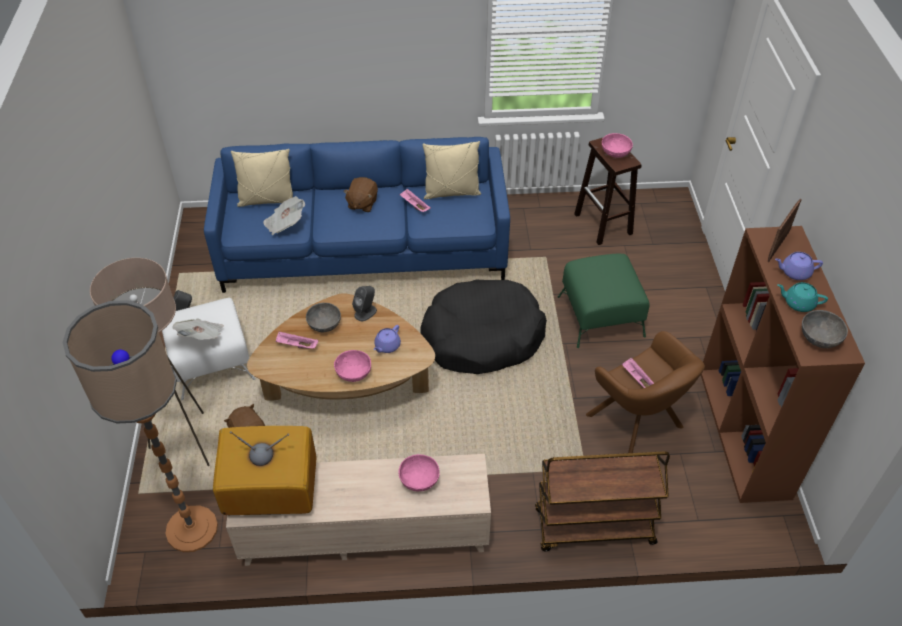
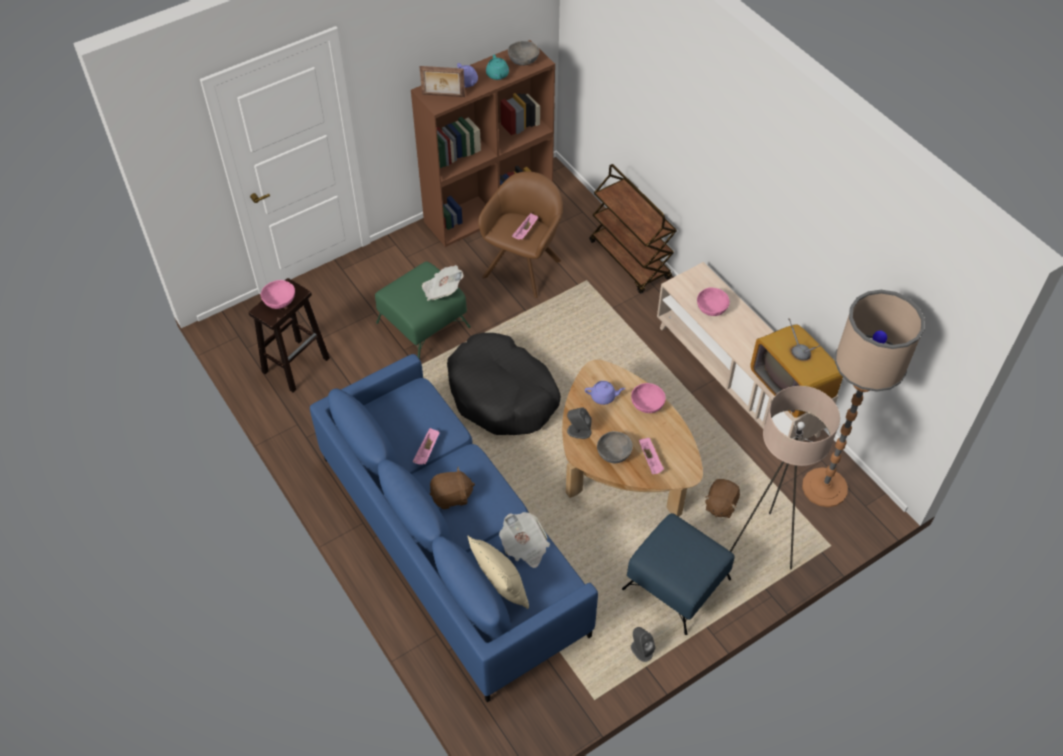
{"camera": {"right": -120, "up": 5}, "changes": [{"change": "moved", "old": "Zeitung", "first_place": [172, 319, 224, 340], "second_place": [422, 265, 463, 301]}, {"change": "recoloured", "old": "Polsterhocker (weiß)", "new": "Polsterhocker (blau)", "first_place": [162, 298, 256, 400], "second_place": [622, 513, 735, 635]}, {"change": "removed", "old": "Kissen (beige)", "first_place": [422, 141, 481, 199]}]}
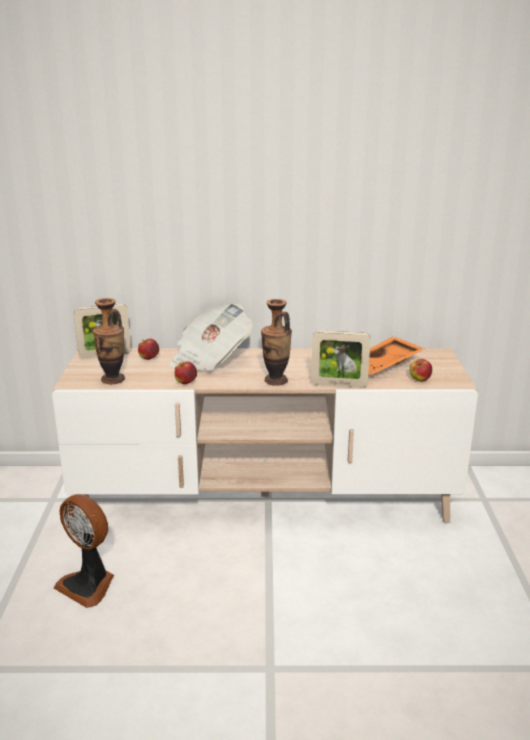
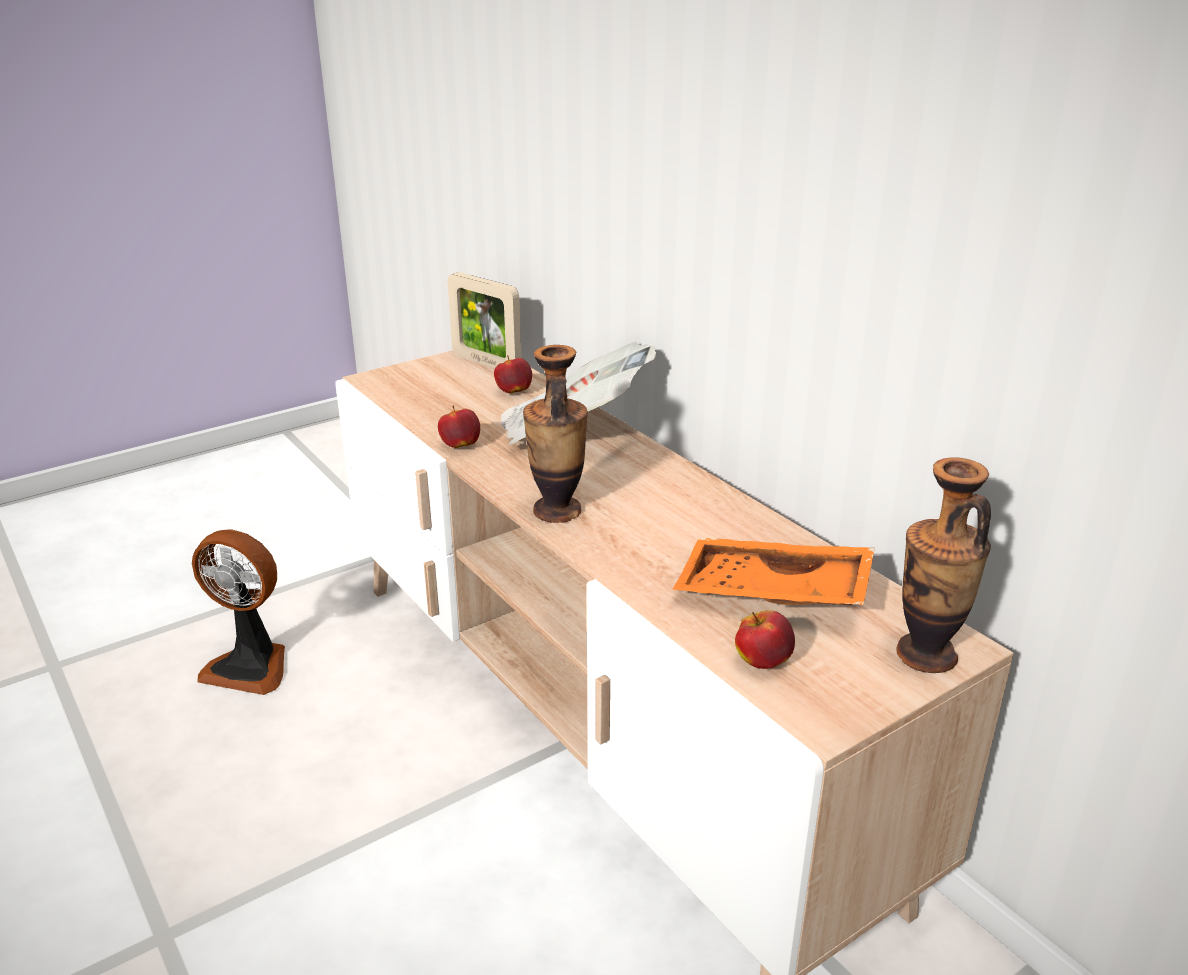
{"camera": {"right": 55, "up": 5}, "changes": [{"change": "turned", "old": "Ventilator", "first_place": [54, 494, 114, 608], "second_place": [192, 530, 285, 695], "degrees": -75}, {"change": "moved", "old": "Vase", "first_place": [93, 298, 125, 384], "second_place": [897, 457, 991, 673]}, {"change": "removed", "old": "Bilderrahmen", "first_place": [311, 330, 371, 388]}]}
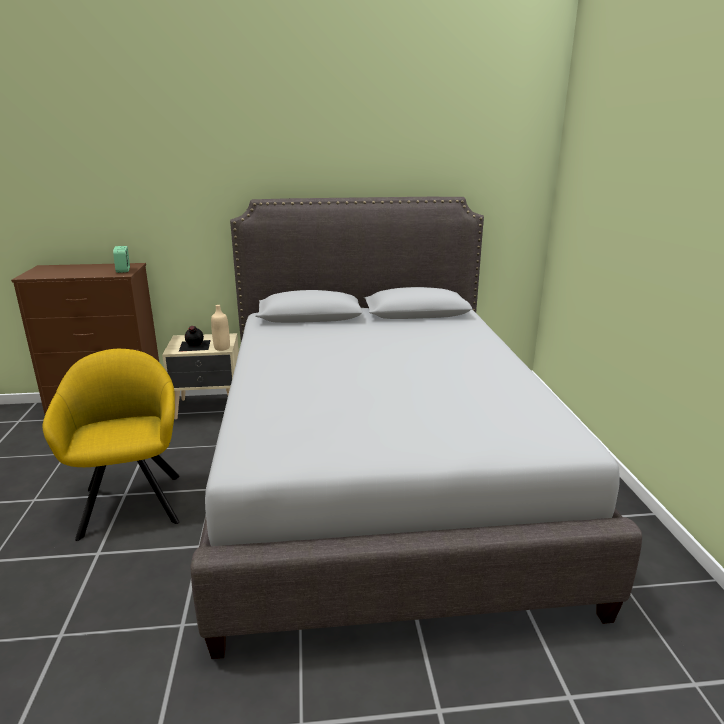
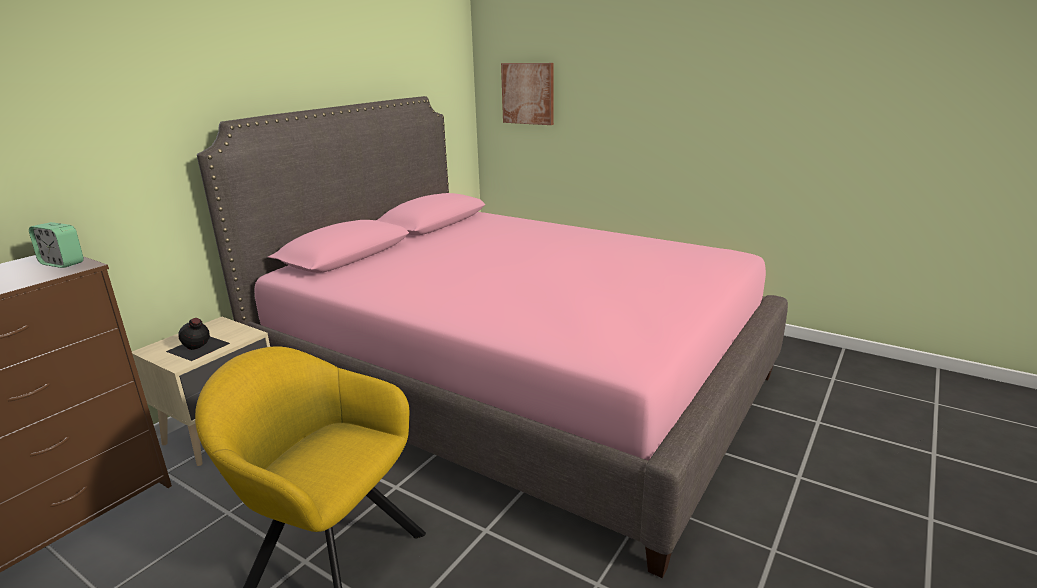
{"camera": {"right": -50, "up": 0}, "changes": [{"change": "recoloured", "old": "Bett (grau)", "new": "Bett (rosa)", "first_place": [190, 197, 642, 659], "second_place": [197, 96, 788, 578]}, {"change": "added", "new": "Bild", "second_place": [501, 63, 554, 125]}, {"change": "removed", "old": "Flasche (beige)", "first_place": [211, 305, 230, 351]}]}
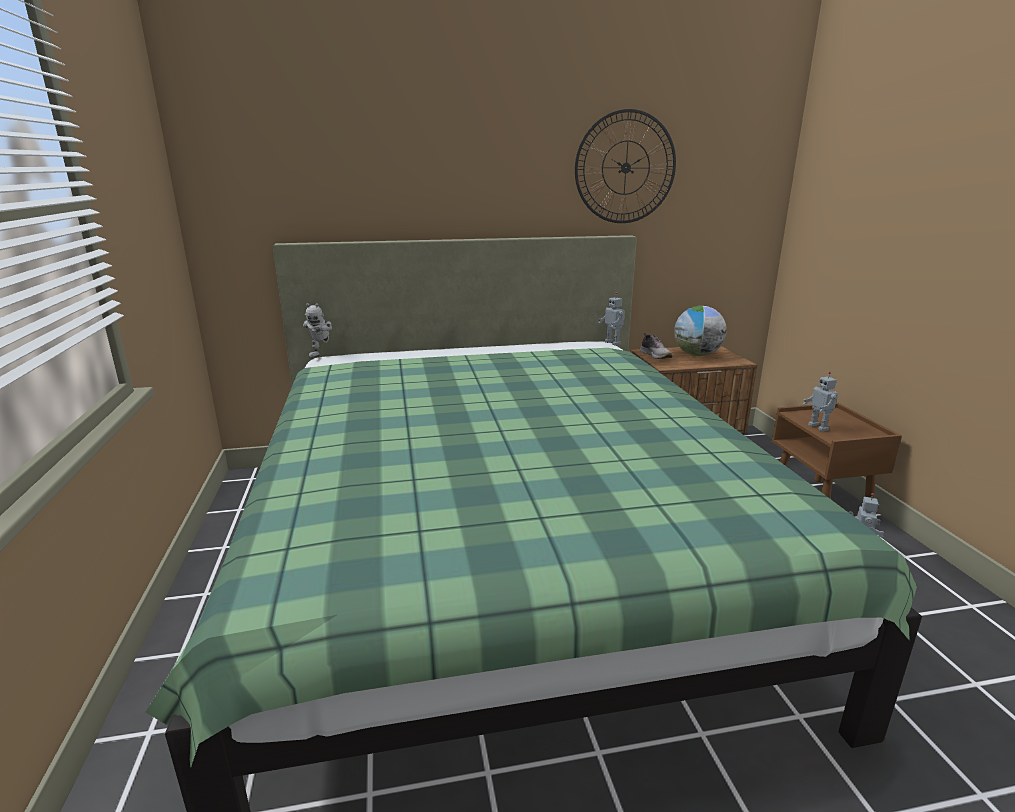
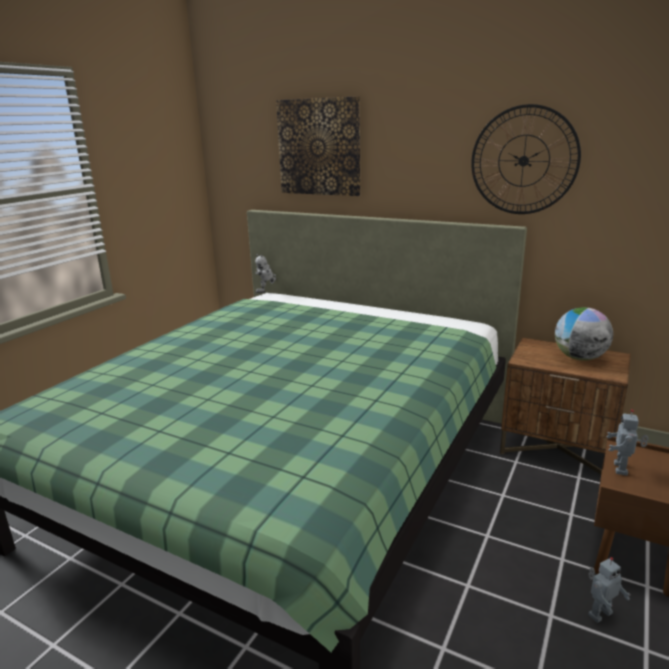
{"camera": {"right": 40, "up": 0}, "changes": [{"change": "added", "new": "Bild", "second_place": [276, 96, 361, 196]}, {"change": "removed", "old": "Spielzeugroboter", "first_place": [598, 292, 625, 346]}, {"change": "removed", "old": "Schuh", "first_place": [640, 333, 673, 359]}]}
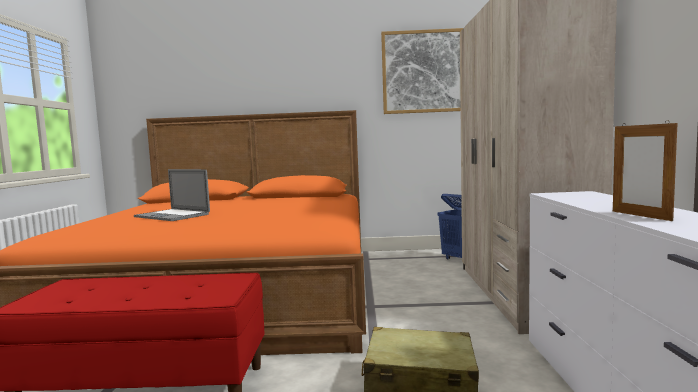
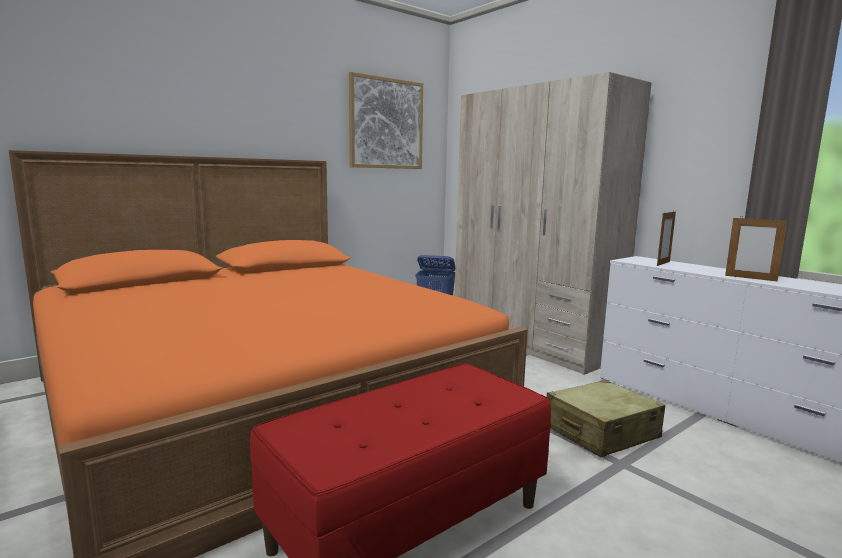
{"camera": {"right": -40, "up": 5}, "changes": [{"change": "added", "new": "Bilderrahmen", "second_place": [657, 211, 676, 266]}, {"change": "removed", "old": "Laptop", "first_place": [134, 169, 210, 221]}]}
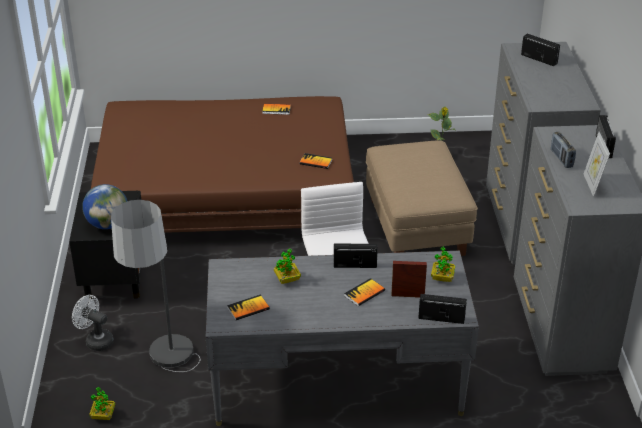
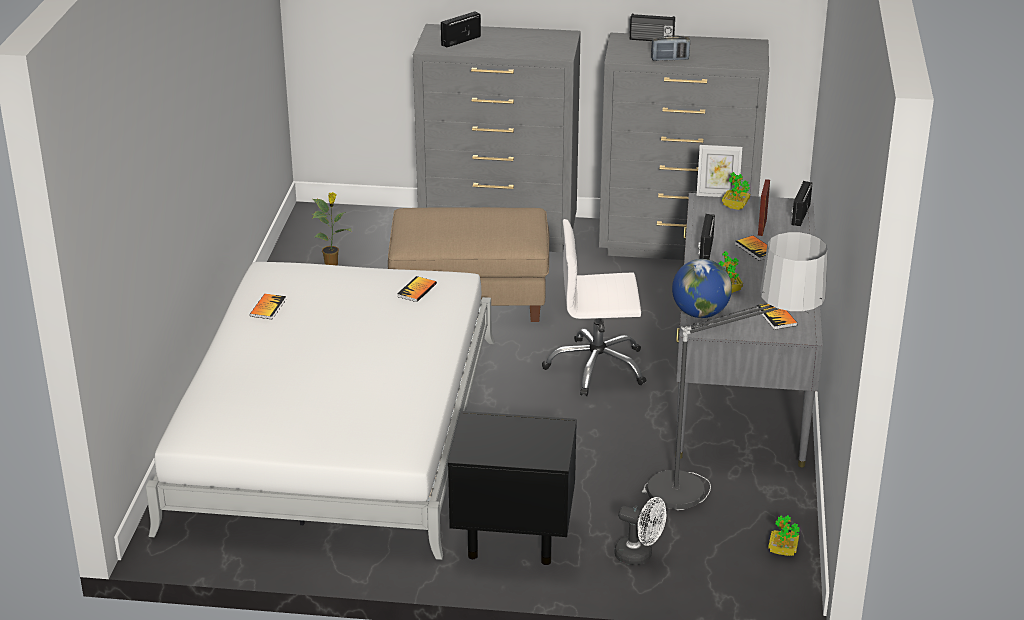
{"camera": {"right": -80, "up": -5}, "changes": [{"change": "recoloured", "old": "Bett (braun)", "new": "Bett (weiß)", "first_place": [91, 96, 354, 233], "second_place": [146, 262, 495, 560]}, {"change": "turned", "old": "Ventilator (weiß)", "first_place": [72, 295, 114, 351], "second_place": [615, 497, 666, 565], "degrees": -105}, {"change": "moved", "old": "Globus", "first_place": [82, 184, 127, 229], "second_place": [672, 259, 732, 318]}, {"change": "moved", "old": "Bilderrahmen", "first_place": [583, 132, 610, 197], "second_place": [697, 145, 742, 197]}]}
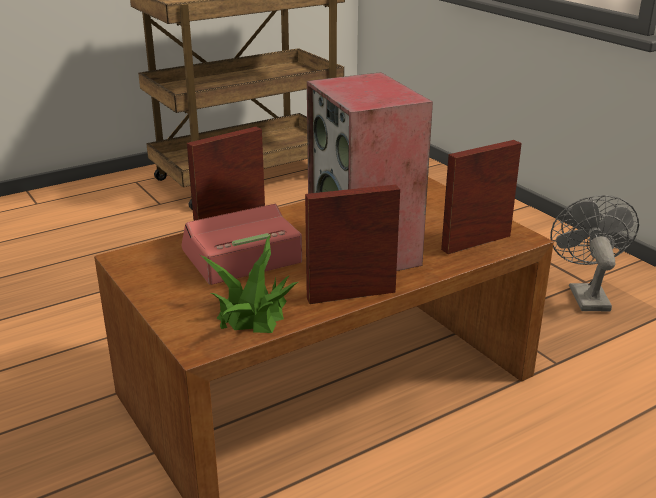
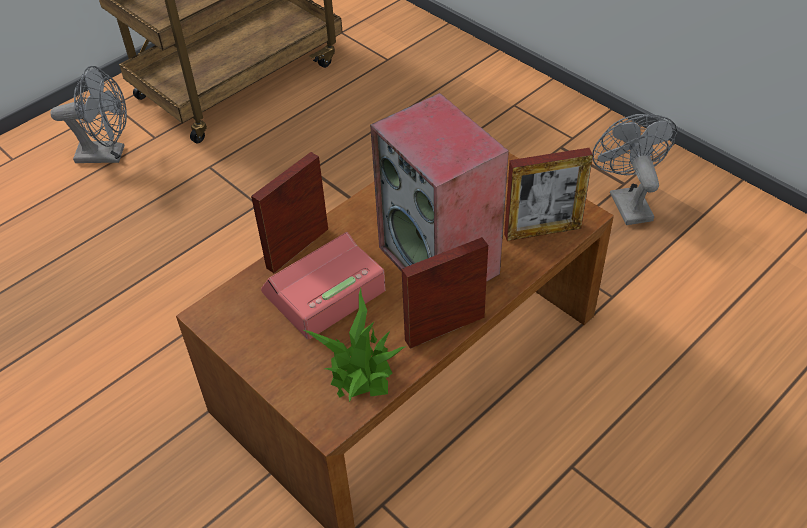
{"camera": {"right": -10, "up": 20}, "changes": [{"change": "added", "new": "Ventilator (grau)", "second_place": [50, 66, 127, 163]}, {"change": "turned", "old": "Bilderrahmen", "first_place": [441, 140, 522, 254], "second_place": [504, 148, 593, 241], "degrees": -150}]}
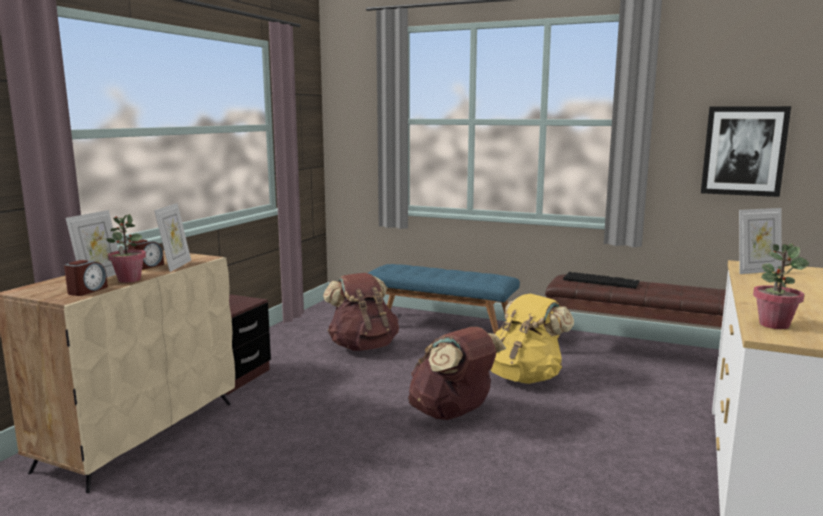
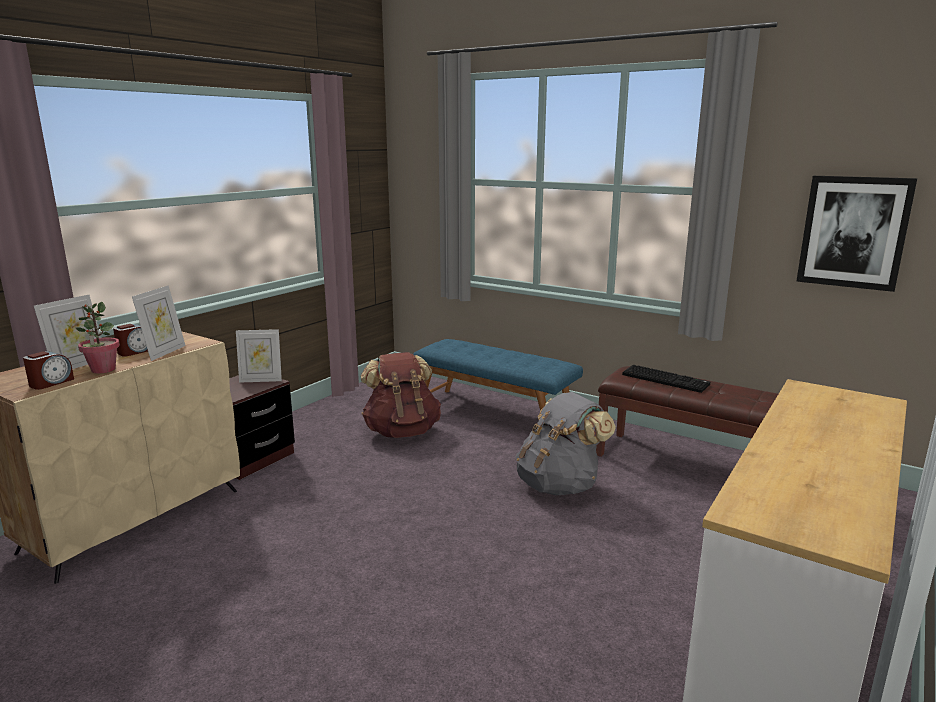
{"camera": {"right": 10, "up": 5}, "changes": [{"change": "moved", "old": "Bilderrahmen", "first_place": [739, 208, 782, 274], "second_place": [236, 329, 282, 383]}, {"change": "recoloured", "old": "Rucksack (gelb)", "new": "Rucksack (grau)", "first_place": [491, 294, 574, 384], "second_place": [515, 392, 616, 496]}, {"change": "removed", "old": "Rucksack (braun)", "first_place": [408, 327, 506, 420]}, {"change": "removed", "old": "Topfpflanze", "first_place": [753, 244, 809, 329]}]}
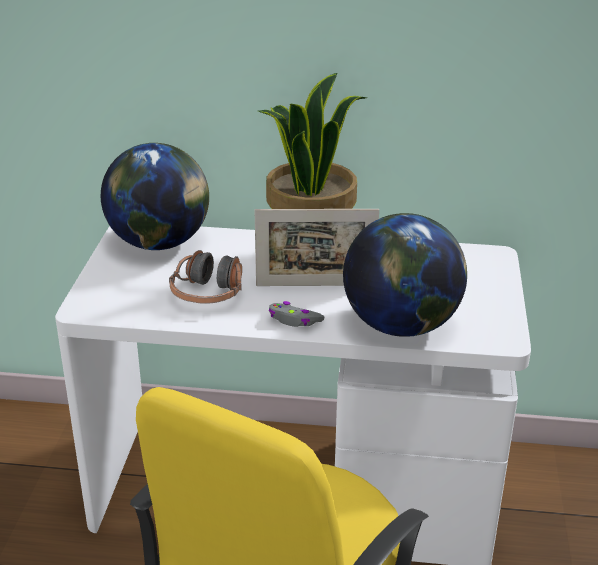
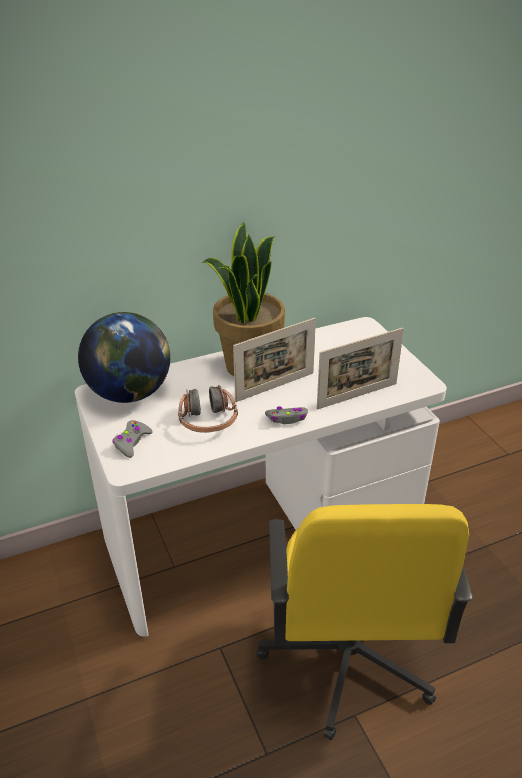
{"camera": {"right": -30, "up": 5}, "changes": [{"change": "added", "new": "Gamepad (grau)", "second_place": [113, 420, 153, 458]}, {"change": "replaced", "old": "Globus", "new": "Bilderrahmen", "first_place": [343, 213, 467, 337], "second_place": [317, 328, 404, 410]}]}
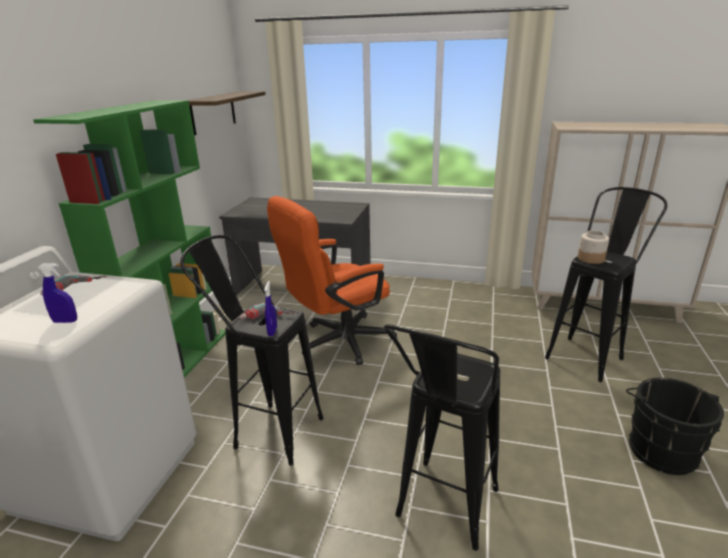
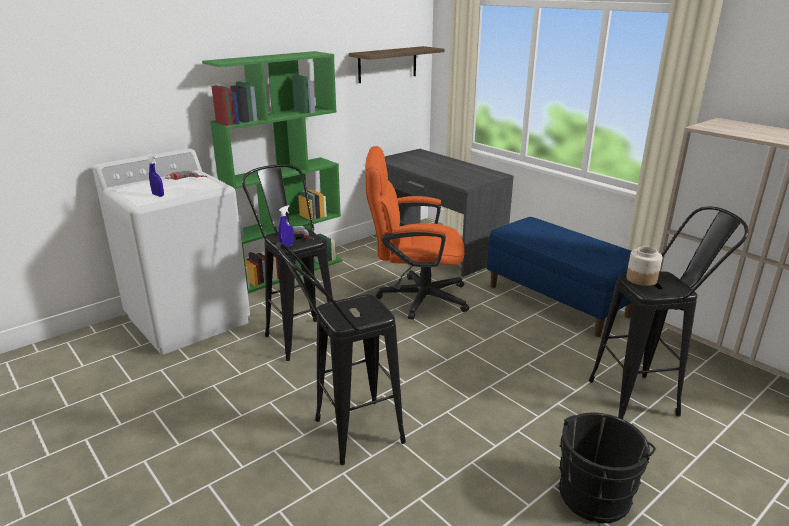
{"camera": {"right": 35, "up": 0}, "changes": [{"change": "added", "new": "Bank (blau)", "second_place": [487, 217, 633, 337]}]}
